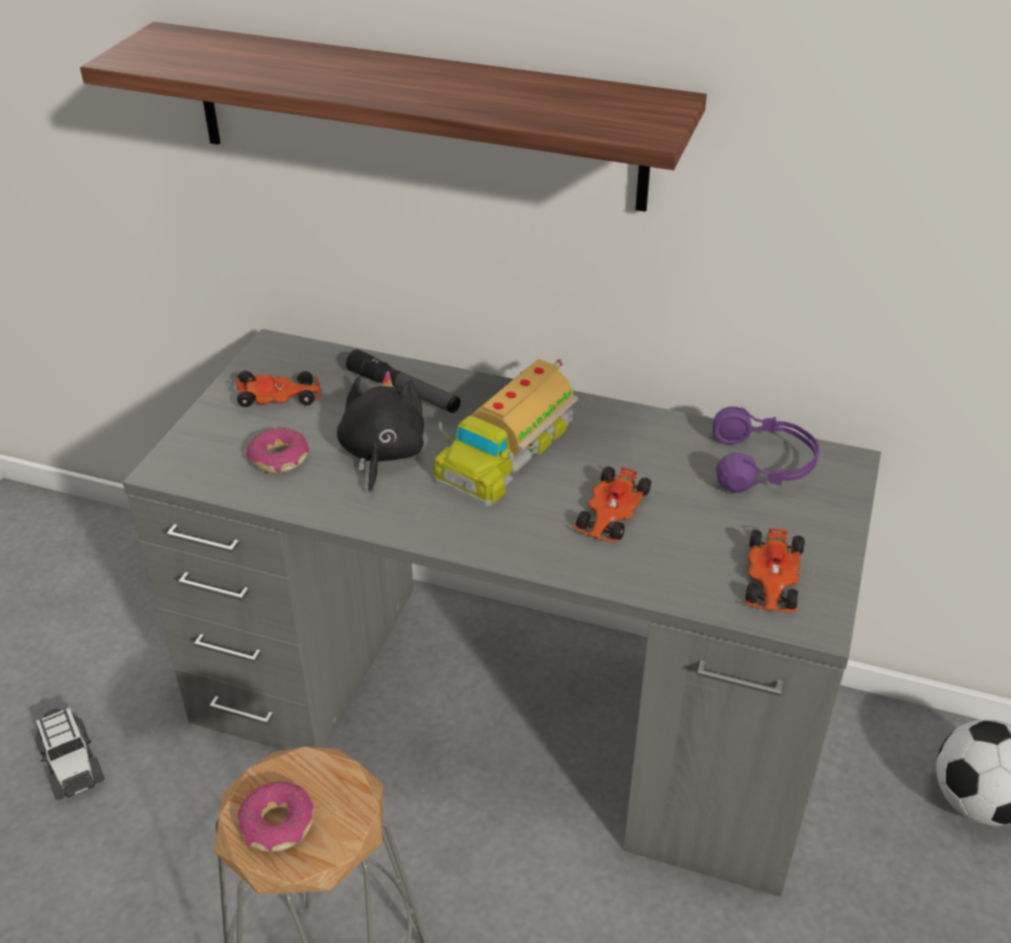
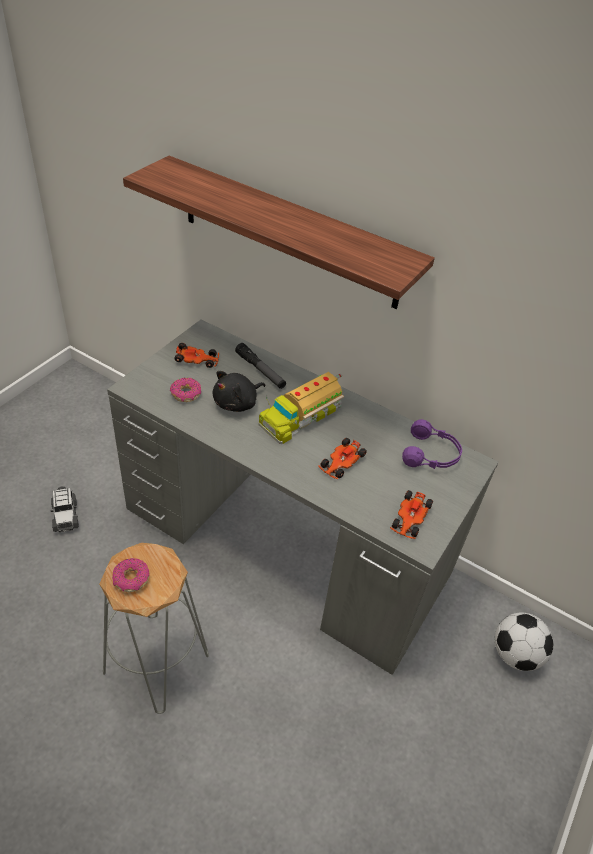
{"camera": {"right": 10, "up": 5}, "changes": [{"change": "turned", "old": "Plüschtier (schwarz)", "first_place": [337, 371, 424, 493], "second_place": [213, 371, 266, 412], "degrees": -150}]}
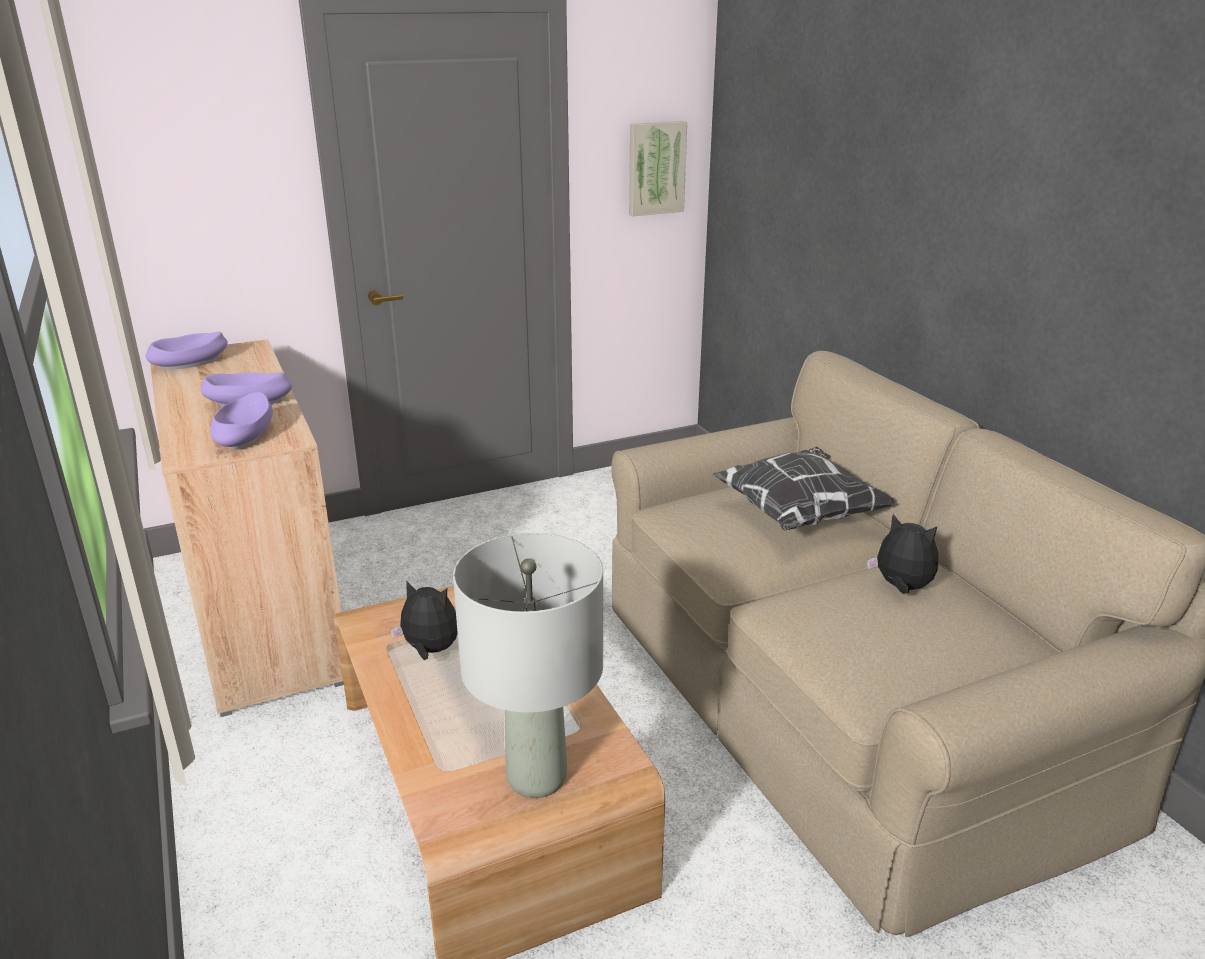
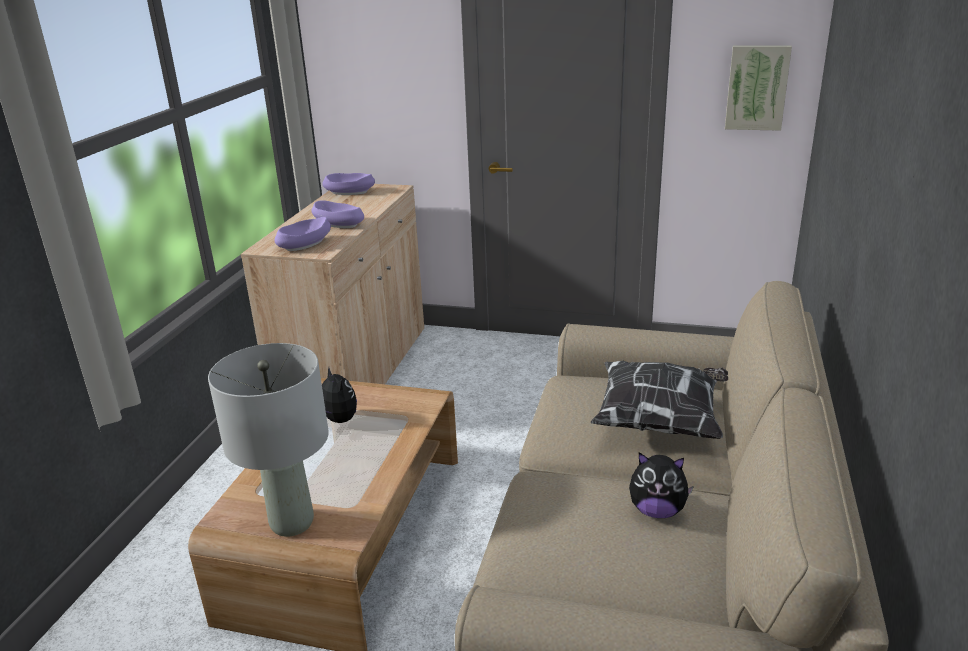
{"camera": {"right": 40, "up": 0}, "changes": [{"change": "turned", "old": "Plüschtier", "first_place": [867, 514, 938, 594], "second_place": [629, 453, 694, 518], "degrees": 120}]}
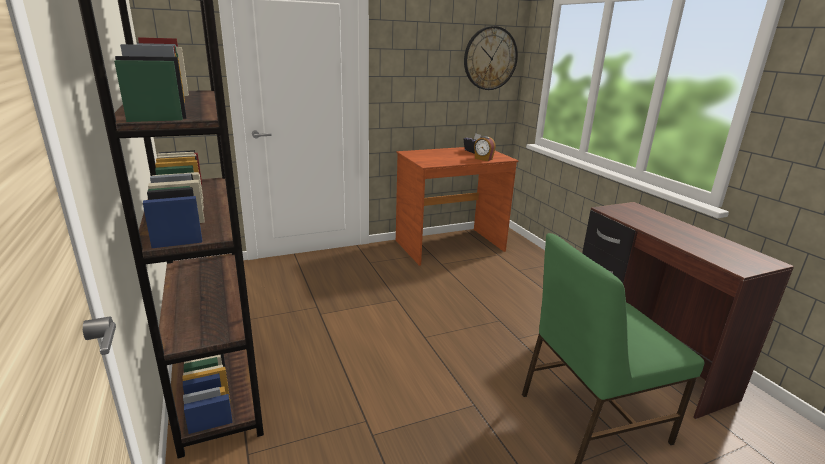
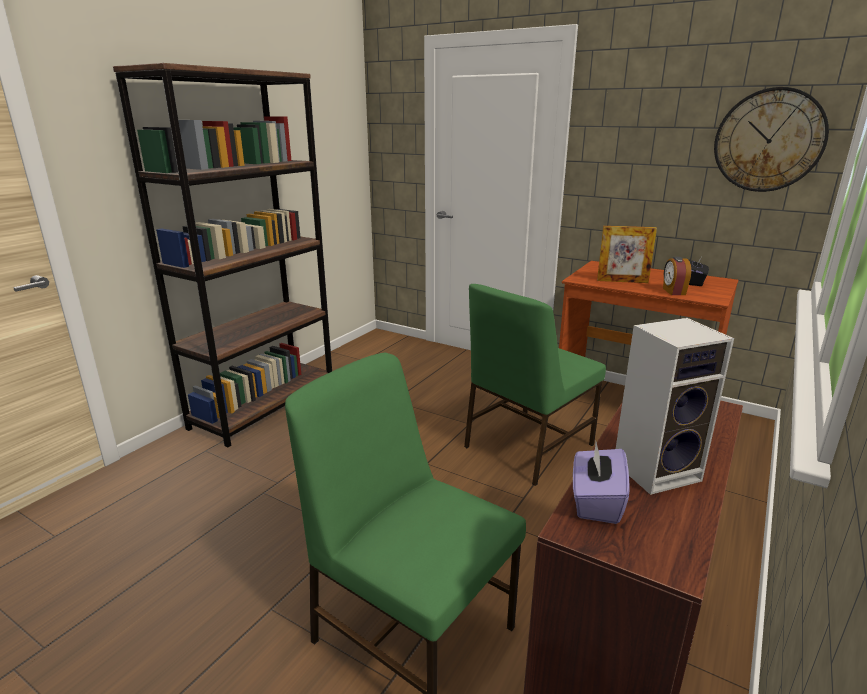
{"camera": {"right": 55, "up": 0}, "changes": [{"change": "added", "new": "Stuhl (grün)", "second_place": [464, 284, 606, 486]}, {"change": "added", "new": "Taschentuchbox (lila)", "second_place": [573, 442, 630, 524]}, {"change": "added", "new": "Bilderrahmen", "second_place": [597, 226, 657, 283]}, {"change": "added", "new": "Lautsprecher", "second_place": [616, 318, 734, 495]}]}
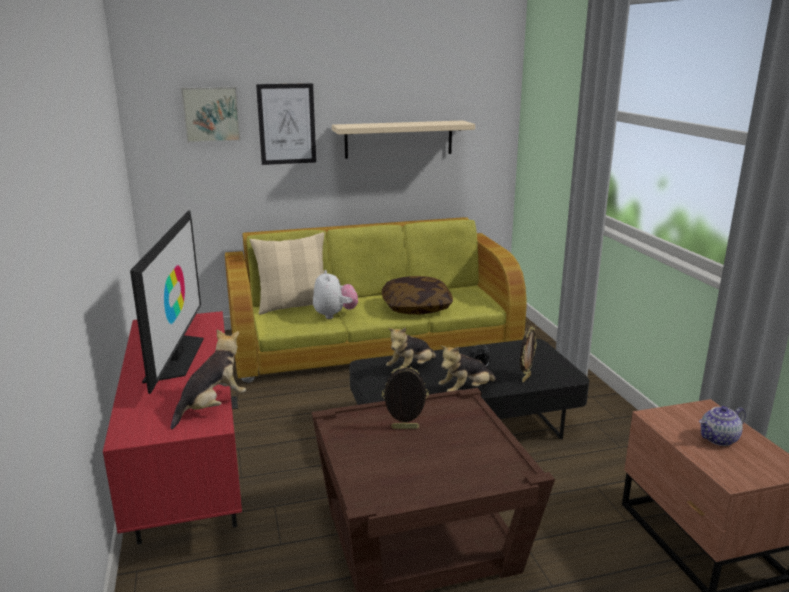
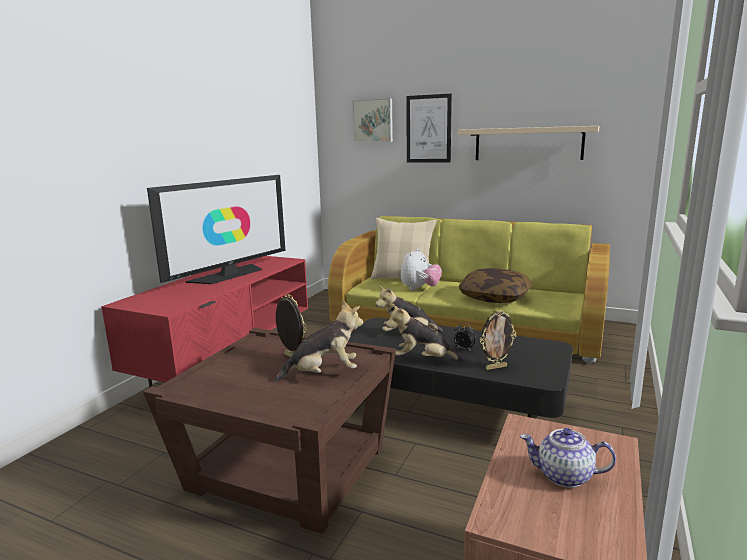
{"camera": {"right": 40, "up": -5}, "changes": [{"change": "moved", "old": "Plüschtier", "first_place": [171, 329, 246, 429], "second_place": [274, 300, 363, 382]}]}
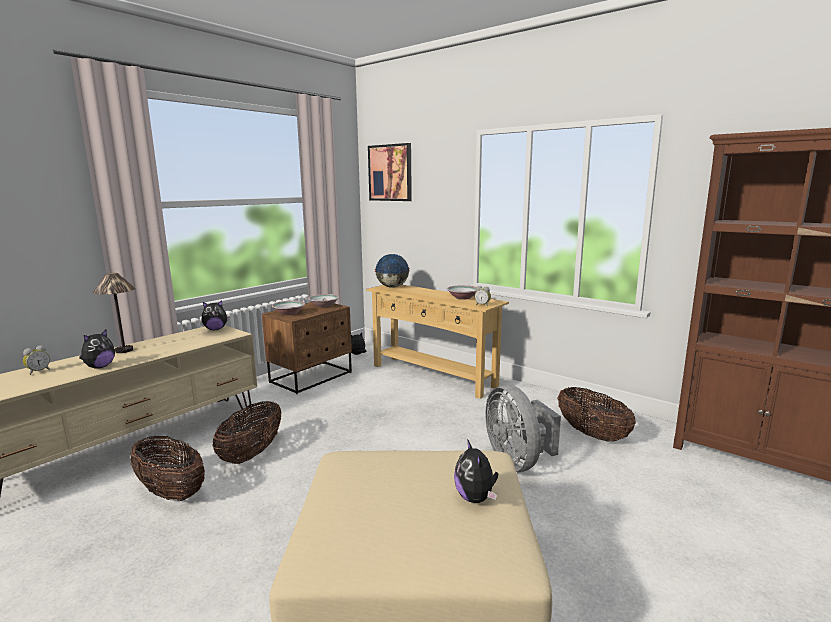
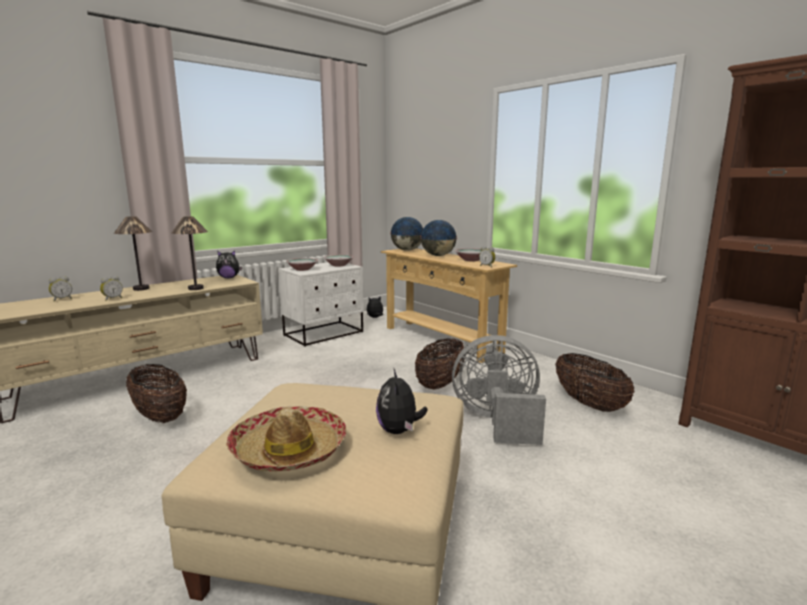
{"camera": {"right": 10, "up": 0}, "changes": [{"change": "replaced", "old": "Plüschtier", "new": "Wecker", "first_place": [79, 329, 115, 369], "second_place": [100, 275, 123, 301]}, {"change": "added", "new": "Tischlampe", "second_place": [172, 216, 208, 290]}, {"change": "added", "new": "Hut", "second_place": [226, 406, 346, 472]}, {"change": "recoloured", "old": "Nachttisch (braun)", "new": "Nachttisch (weiß)", "first_place": [262, 302, 352, 394], "second_place": [278, 262, 364, 347]}, {"change": "moved", "old": "Korb", "first_place": [212, 401, 282, 464], "second_place": [415, 338, 466, 390]}, {"change": "added", "new": "Globus", "second_place": [420, 220, 457, 256]}, {"change": "turned", "old": "Ventilator (grau)", "first_place": [485, 385, 561, 472], "second_place": [452, 335, 546, 445], "degrees": 105}, {"change": "removed", "old": "Bild", "first_place": [368, 143, 412, 201]}]}
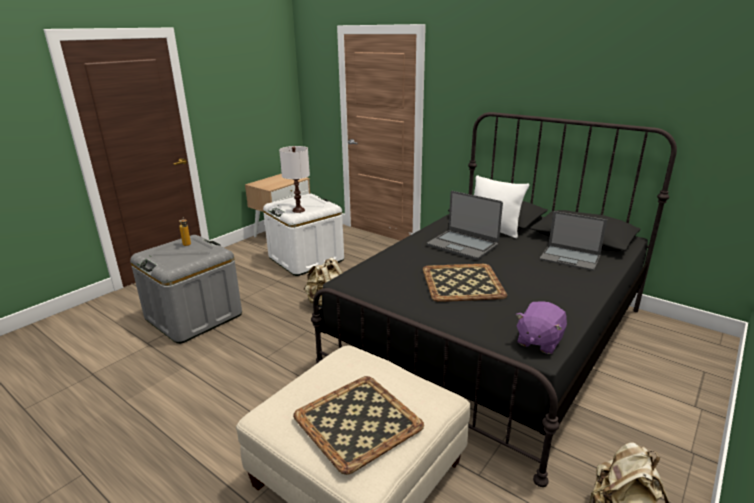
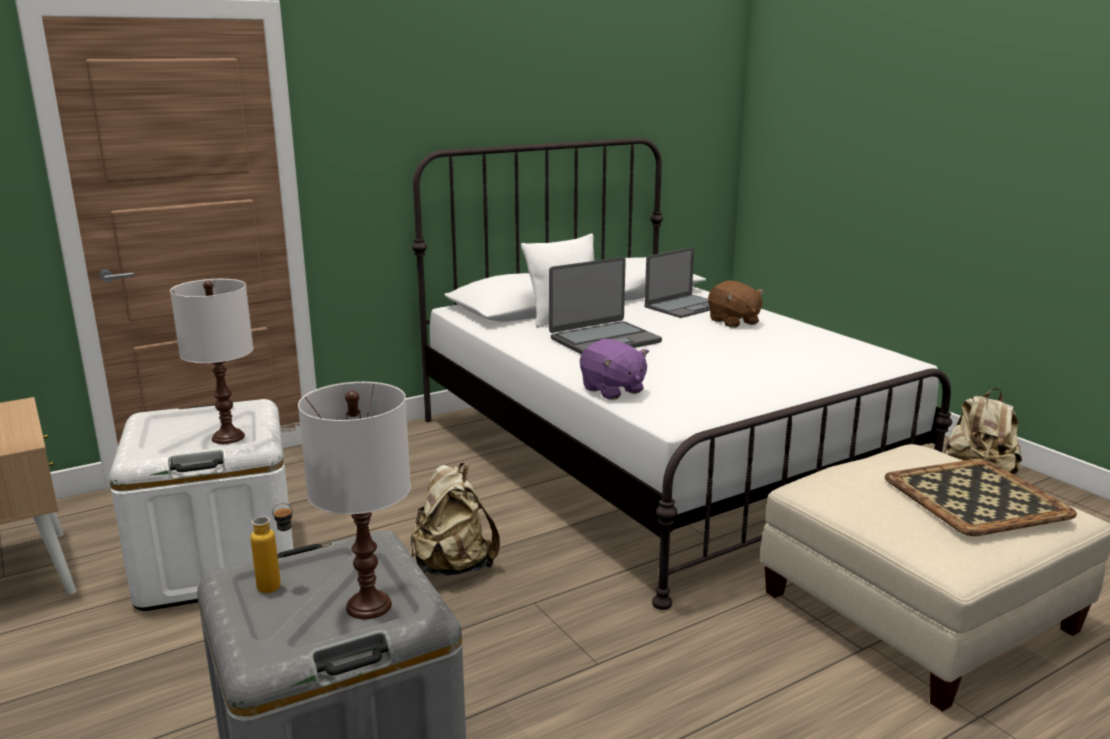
{"camera": {"right": -70, "up": -5}, "changes": [{"change": "added", "new": "Tischlampe (weiß)", "second_place": [298, 382, 411, 619]}, {"change": "recoloured", "old": "Bett (schwarz)", "new": "Bett (weiß)", "first_place": [311, 112, 677, 487], "second_place": [412, 138, 952, 610]}, {"change": "moved", "old": "Plüschtier (lila)", "first_place": [516, 301, 567, 354], "second_place": [580, 339, 649, 400]}, {"change": "added", "new": "Plüschtier (braun)", "second_place": [708, 280, 765, 328]}, {"change": "removed", "old": "Tablett", "first_place": [423, 264, 507, 302]}]}
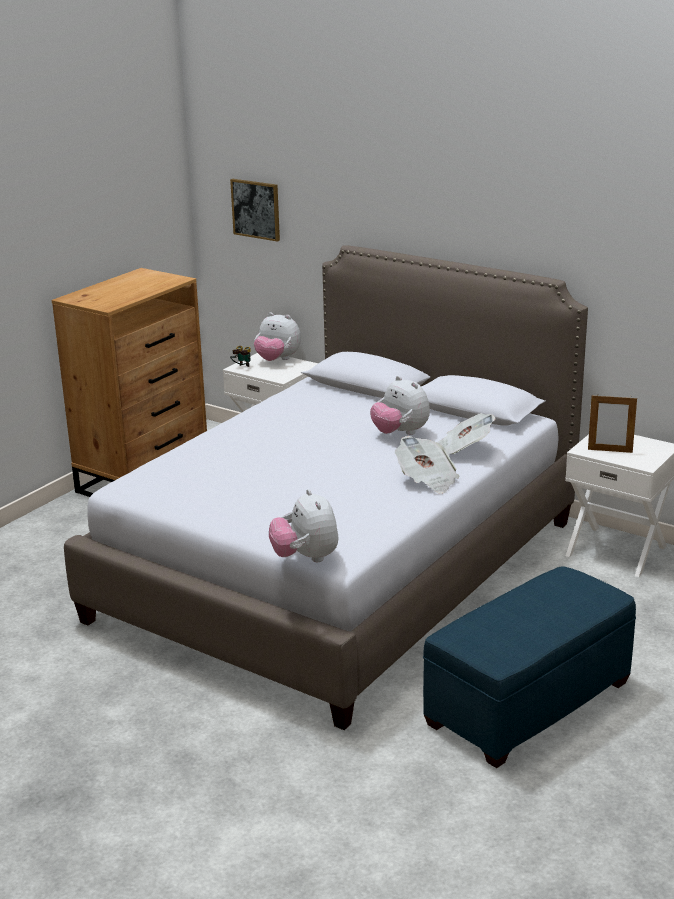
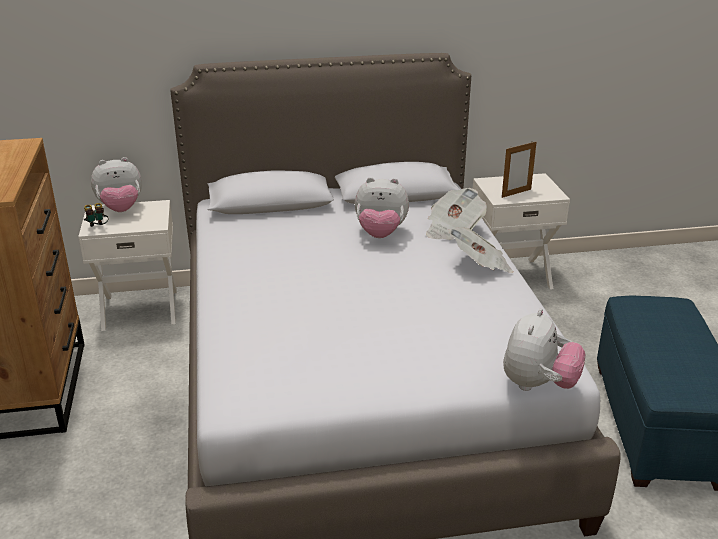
{"camera": {"right": -45, "up": 5}, "changes": [{"change": "turned", "old": "Plüschtier", "first_place": [269, 489, 338, 562], "second_place": [503, 309, 586, 391], "degrees": -90}, {"change": "removed", "old": "Bild", "first_place": [230, 179, 280, 242]}]}
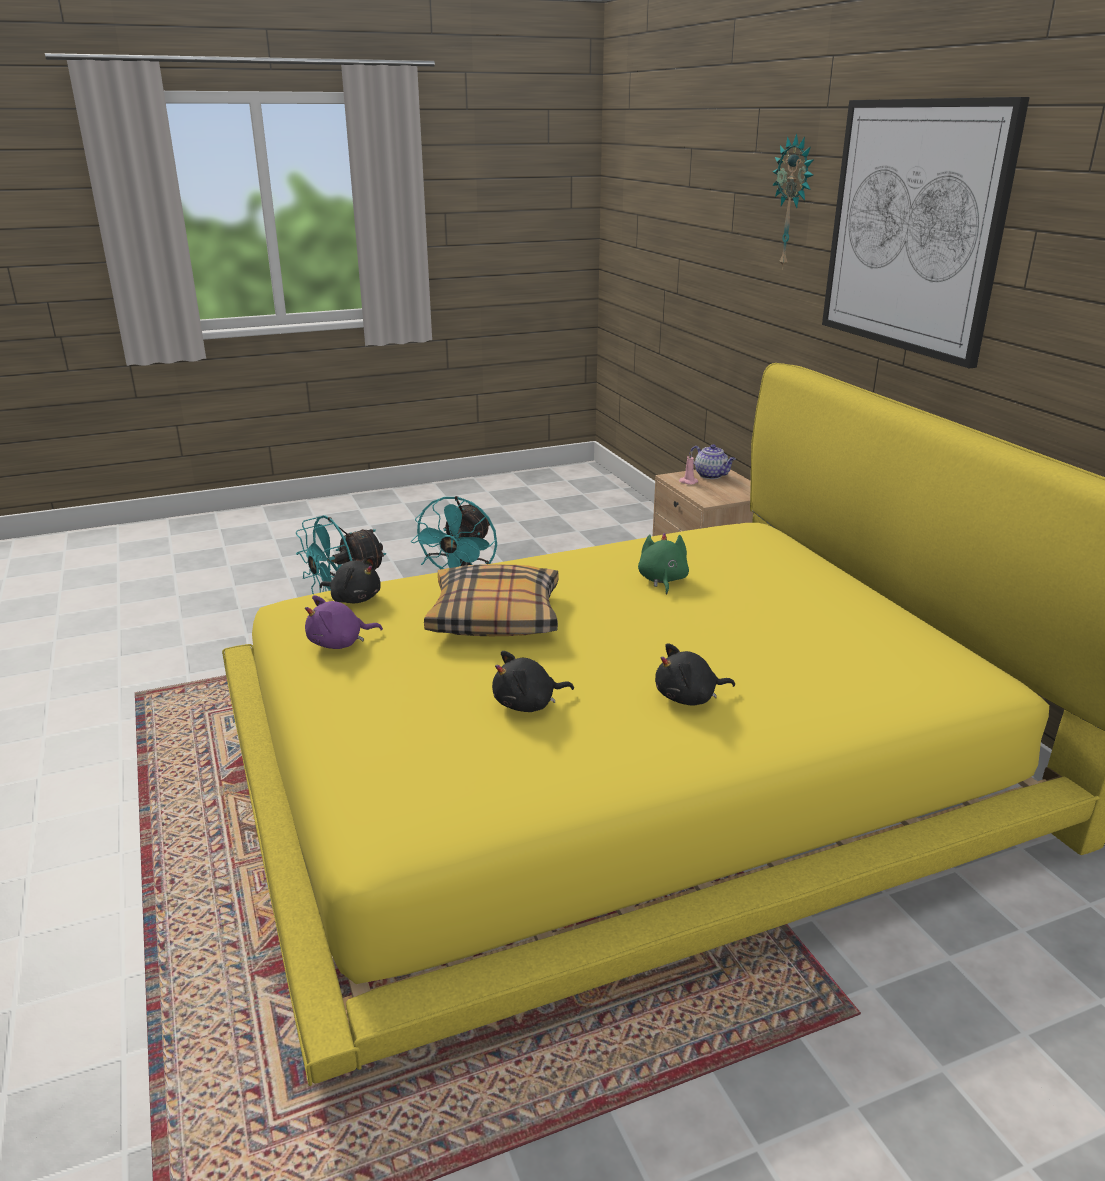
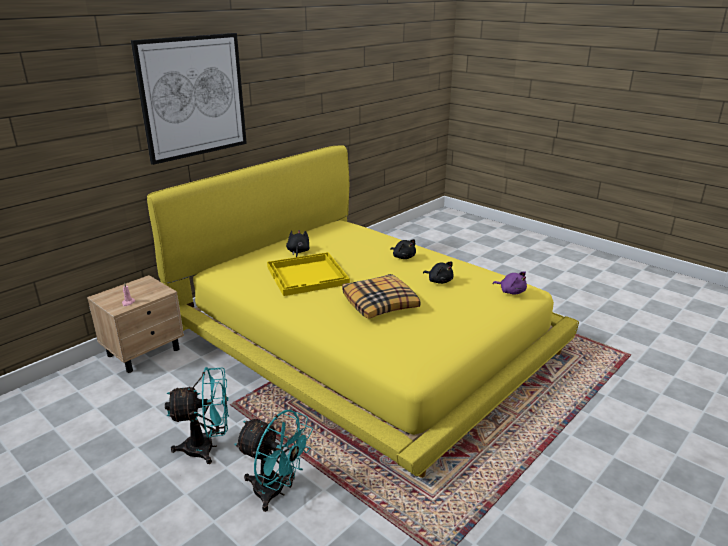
{"camera": {"right": -115, "up": 0}, "changes": [{"change": "replaced", "old": "Plüschtier (grün)", "new": "Tablett (gelb)", "first_place": [638, 533, 689, 594], "second_place": [267, 252, 350, 296]}, {"change": "moved", "old": "Plüschtier (schwarz)", "first_place": [320, 556, 381, 603], "second_place": [286, 230, 310, 257]}, {"change": "moved", "old": "Plüschtier (lila)", "first_place": [305, 595, 383, 649], "second_place": [492, 271, 527, 294]}, {"change": "removed", "old": "Teekanne", "first_place": [689, 444, 736, 479]}, {"change": "removed", "old": "Wanduhr", "first_place": [772, 133, 814, 270]}]}
